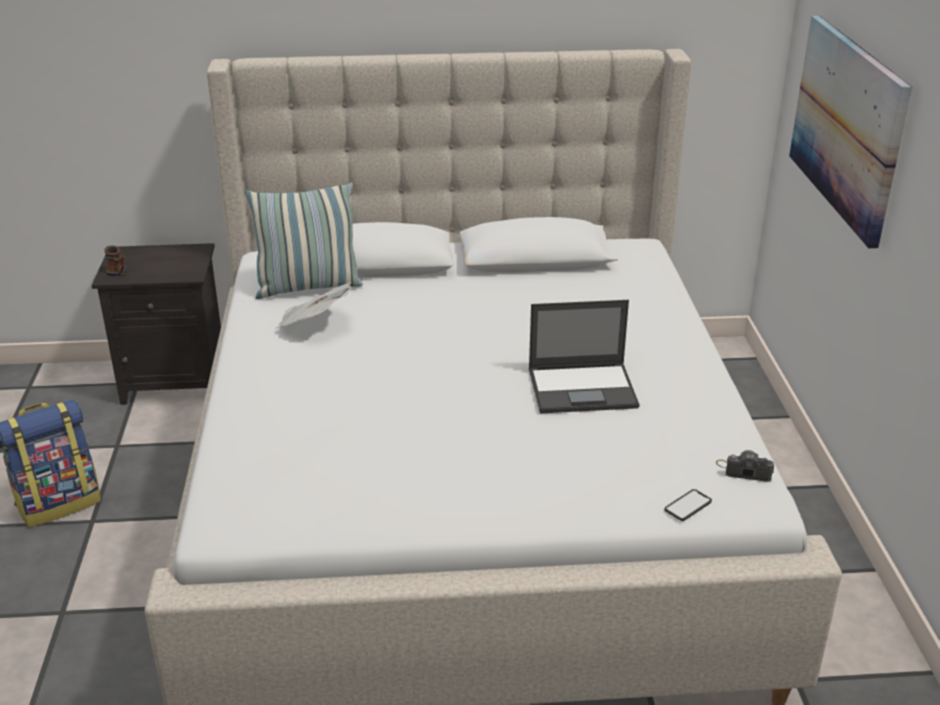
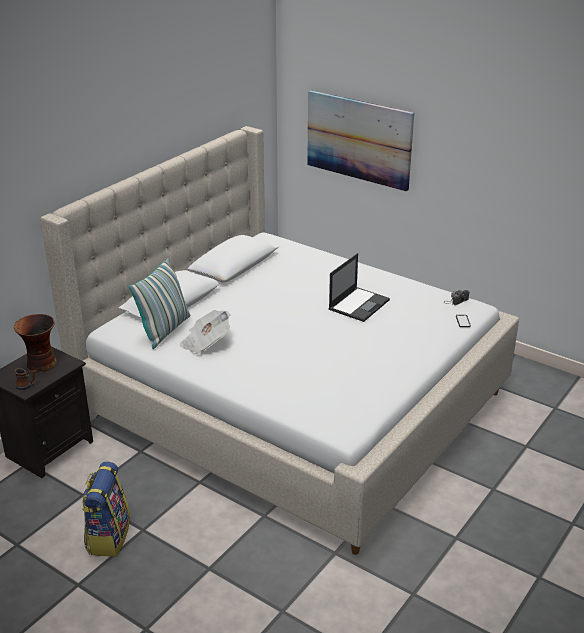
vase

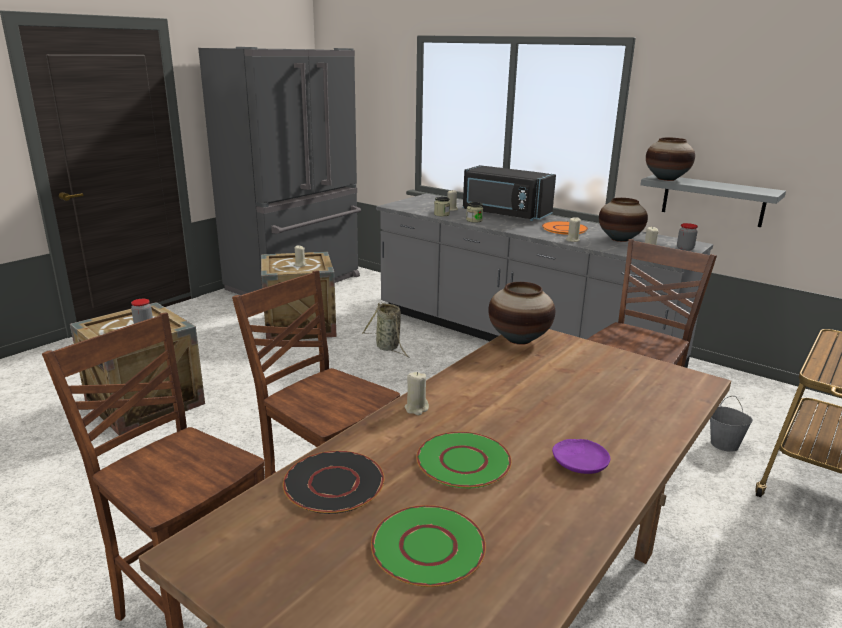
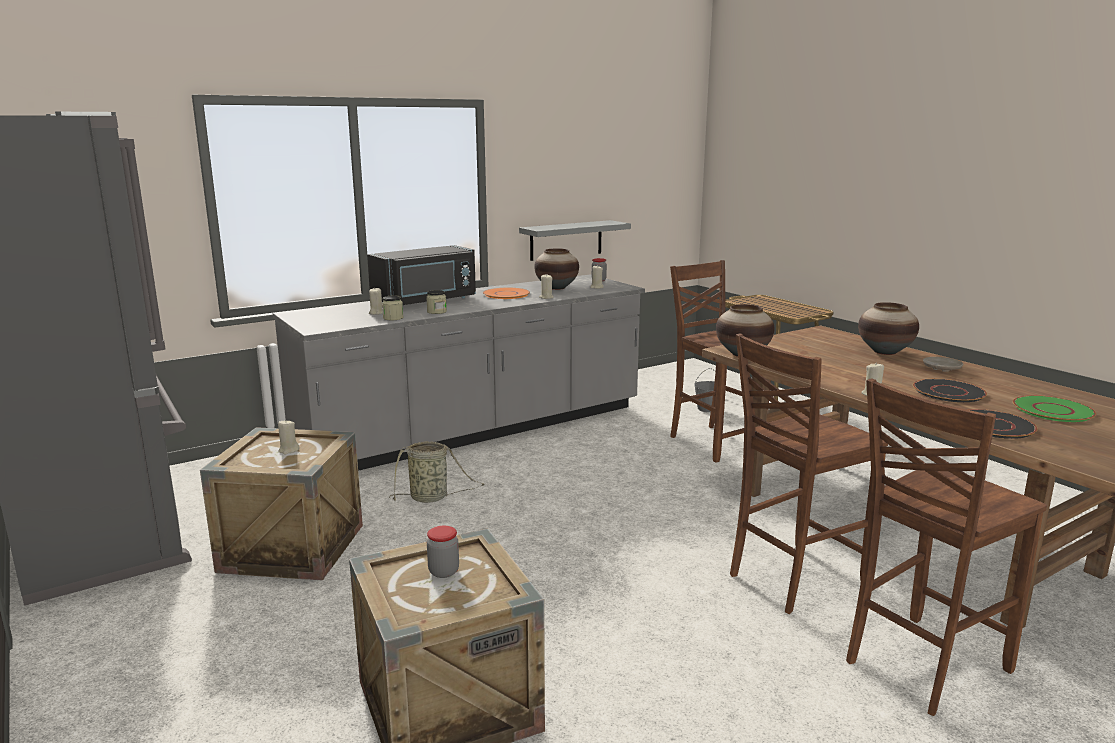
vase (no. 3 from left)
plate (black) (no. 1 from left)
plate (beige)

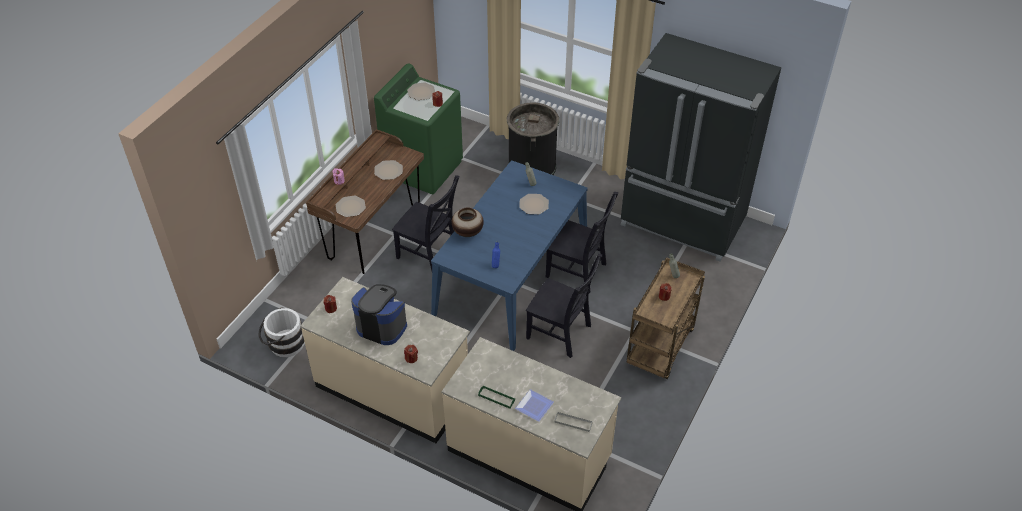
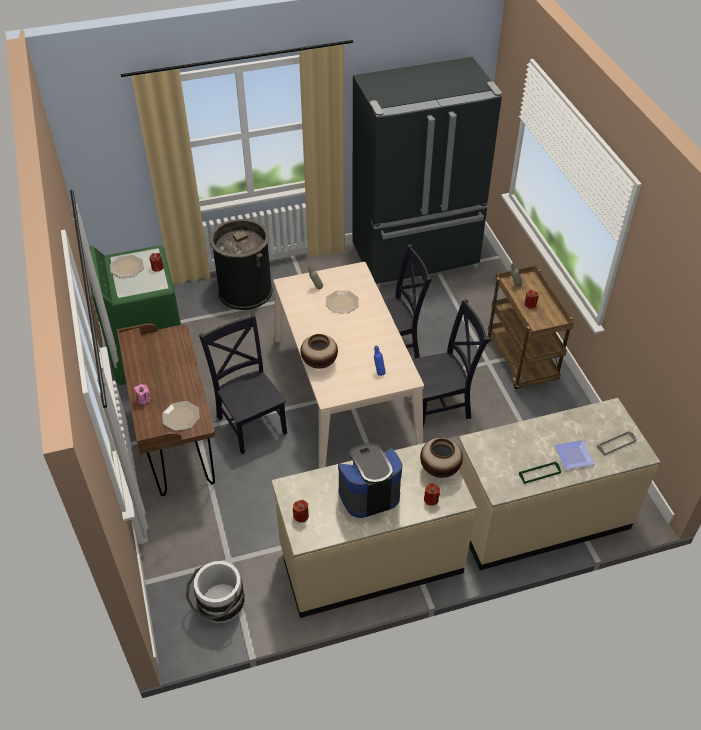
plate (no. 2 from left in the first image)
dining table (beige)
chair (black) (no. 1 from left)
vase (no. 2 from left)

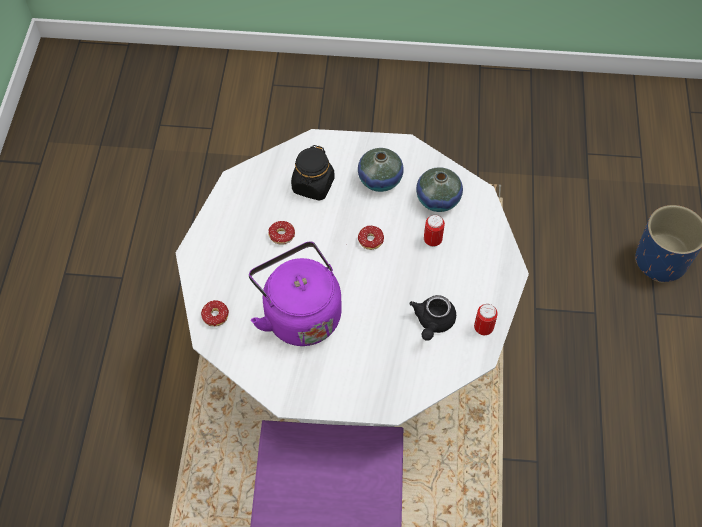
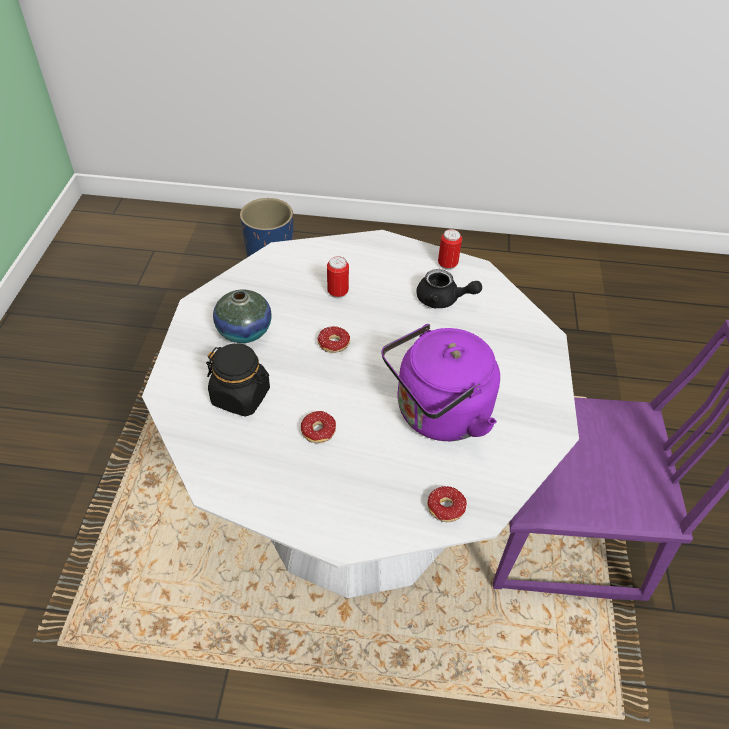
vase (no. 2 from left in the first image)

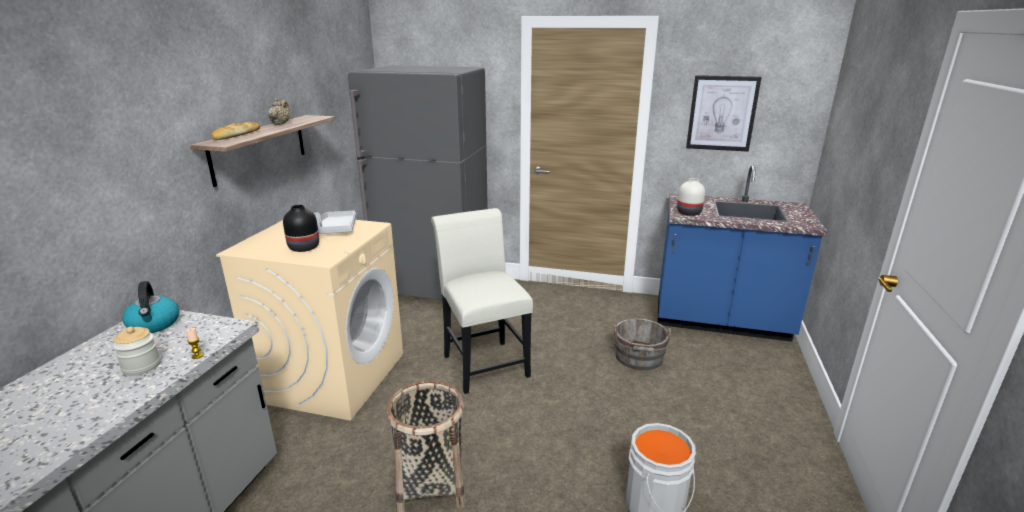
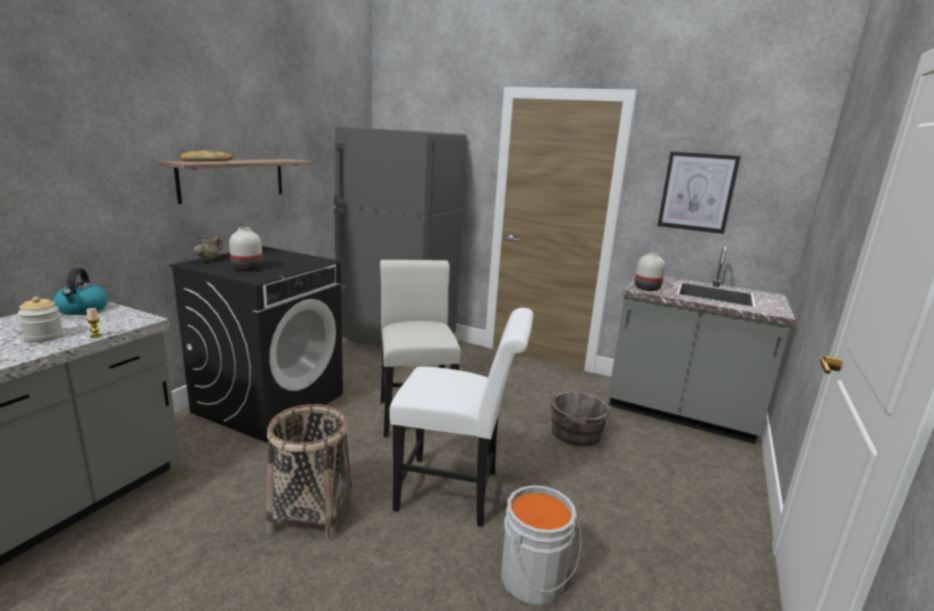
teapot (beige)
counter (grey) (no. 2 from left)
vase (white) (no. 1 from left)
tray (grey)
washing machine (black)
chair (white) (no. 2 from left)

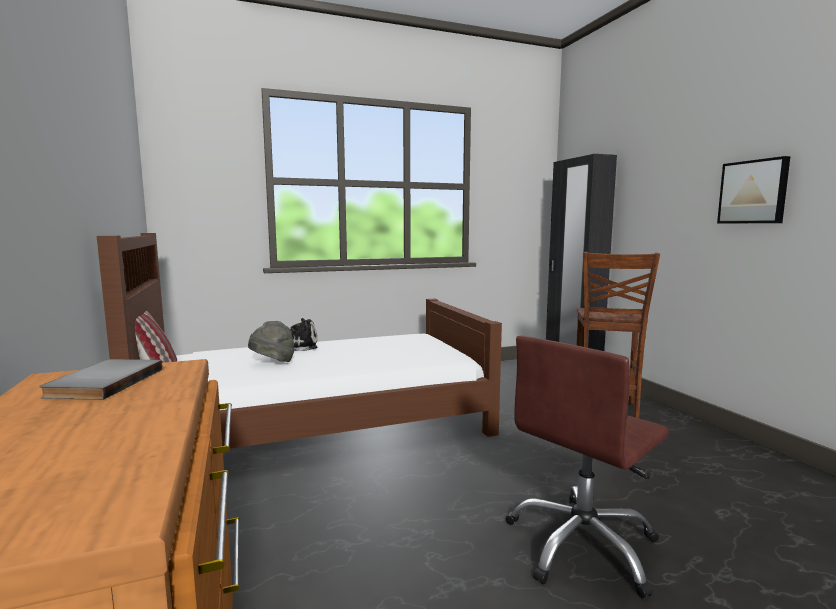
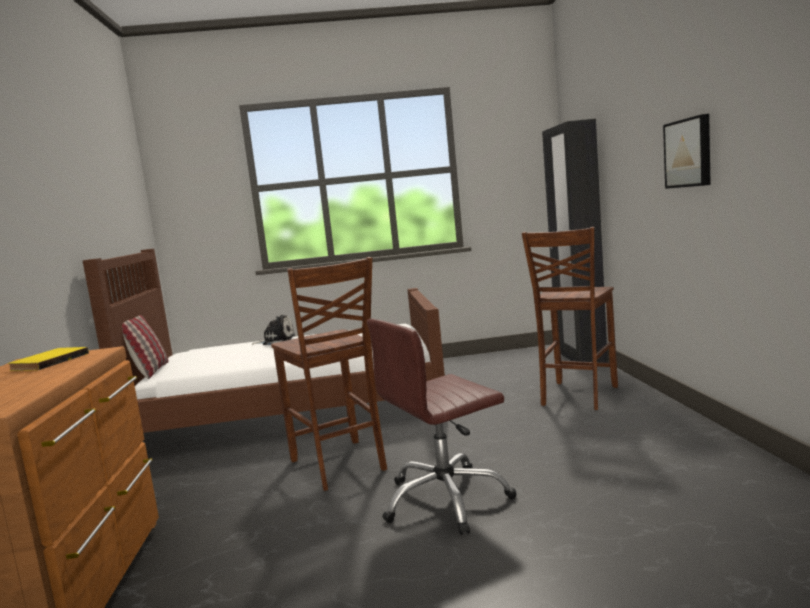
hat (grey)
book (yellow)
chair (brown) (no. 1 from left)

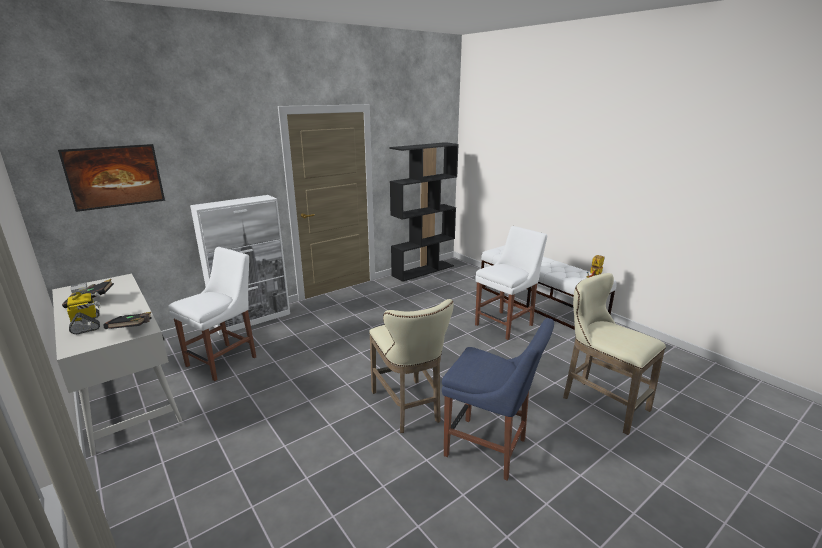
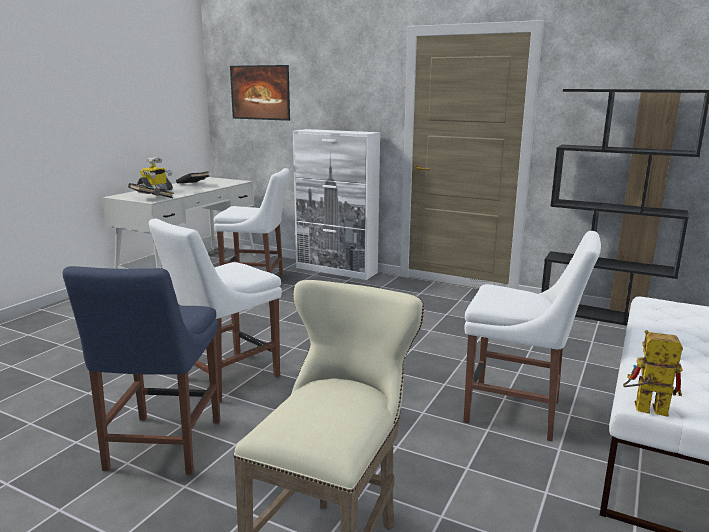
chair (white) (no. 1 from left)

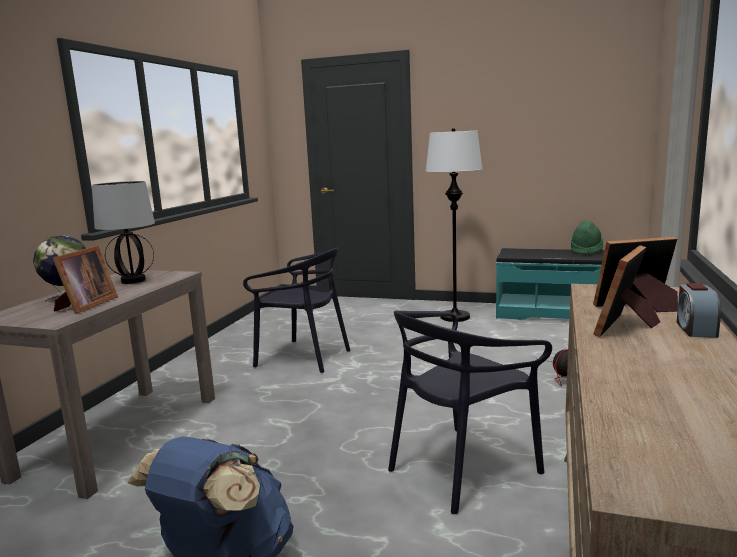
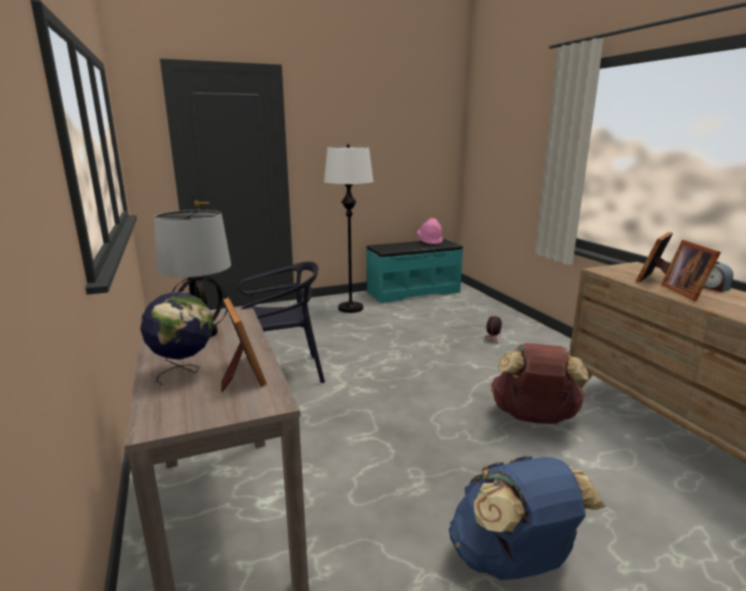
hat (pink)
backpack (brown)

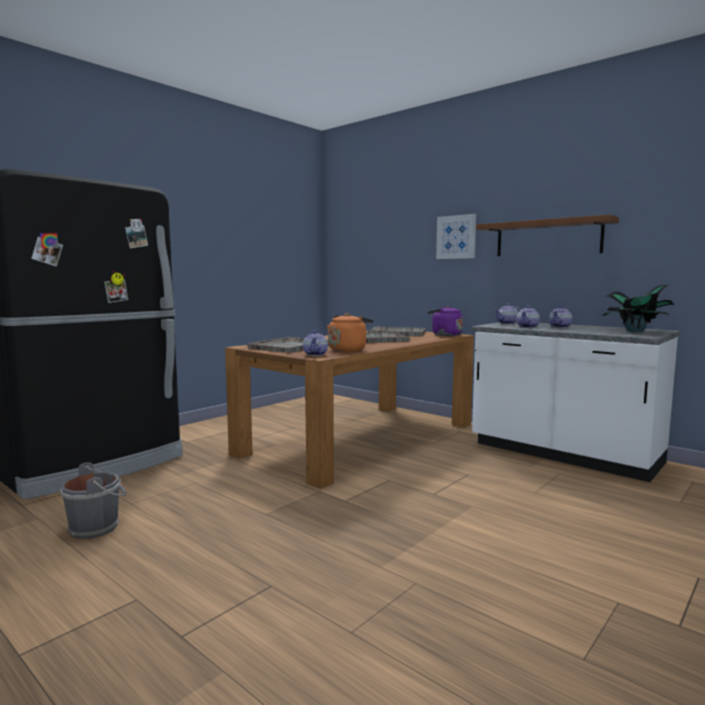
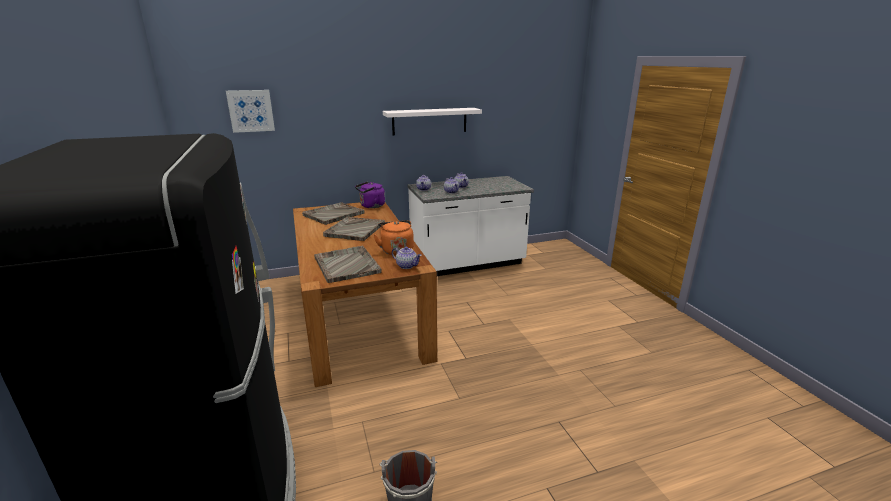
picture
shelf (white)
potted plant

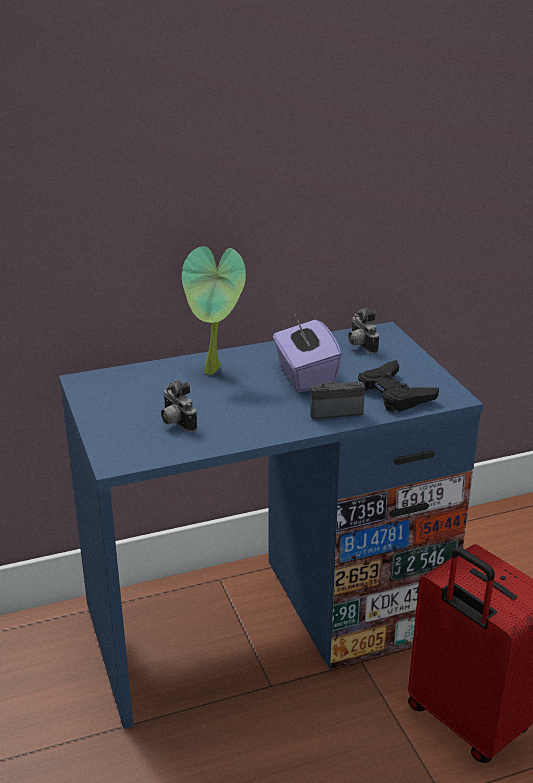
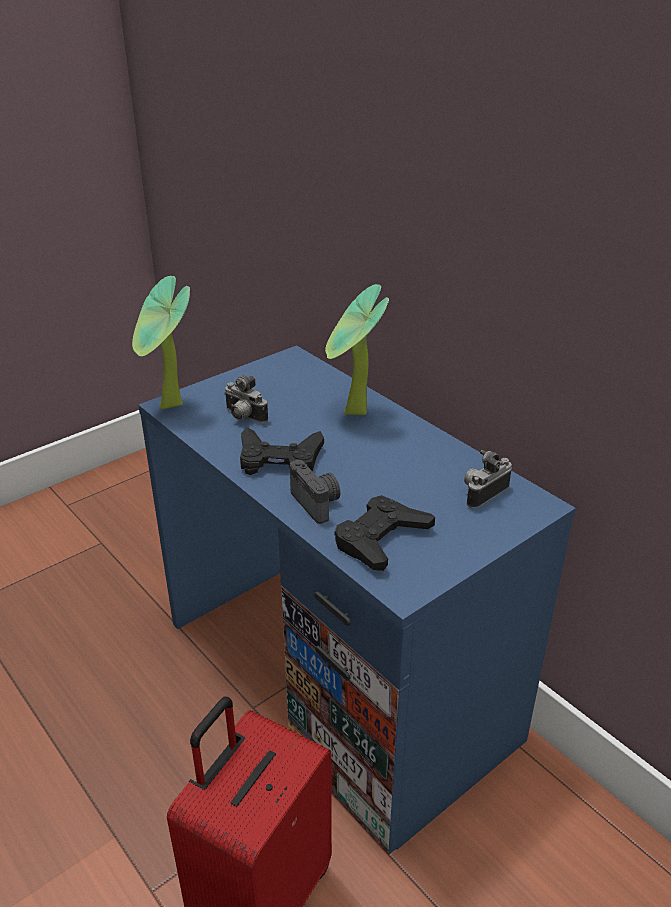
tissue box (purple)
photo camera (no. 1 from left)
potted plant (no. 1 from left)
game controller (black) (no. 1 from left)

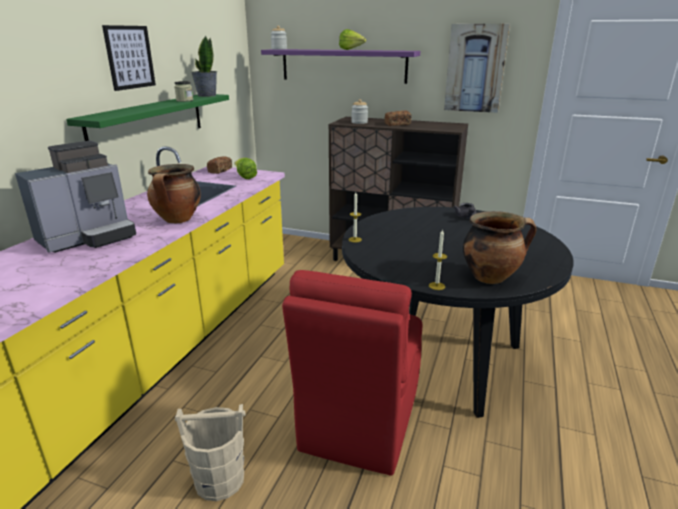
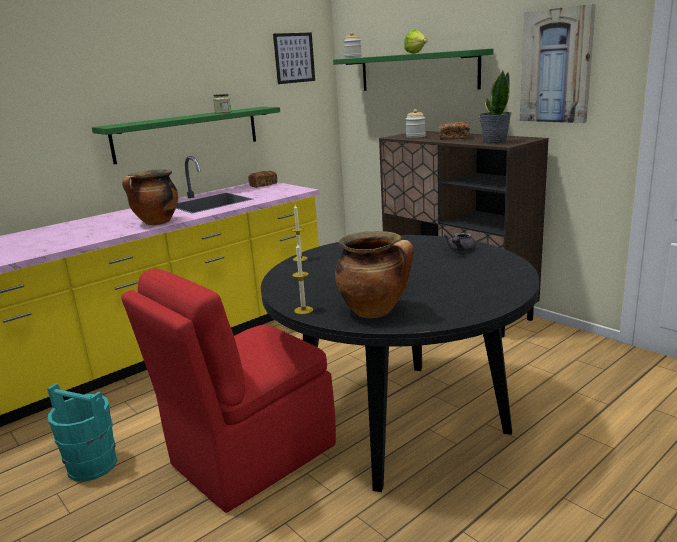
picture (no. 1 from left)
potted plant
shelf (green) (no. 2 from left)
coffee machine
lettuce (no. 1 from left in the first image)
bucket (turquoise)

